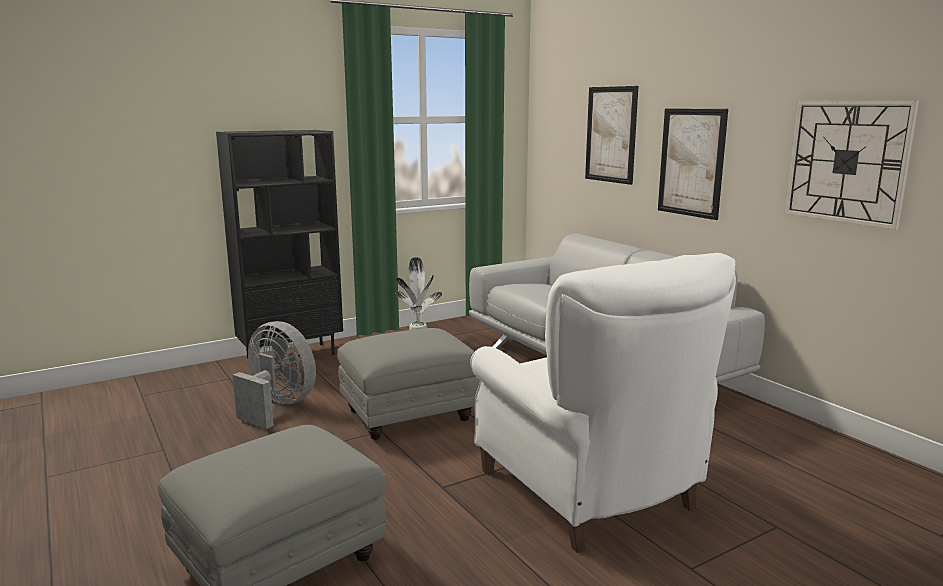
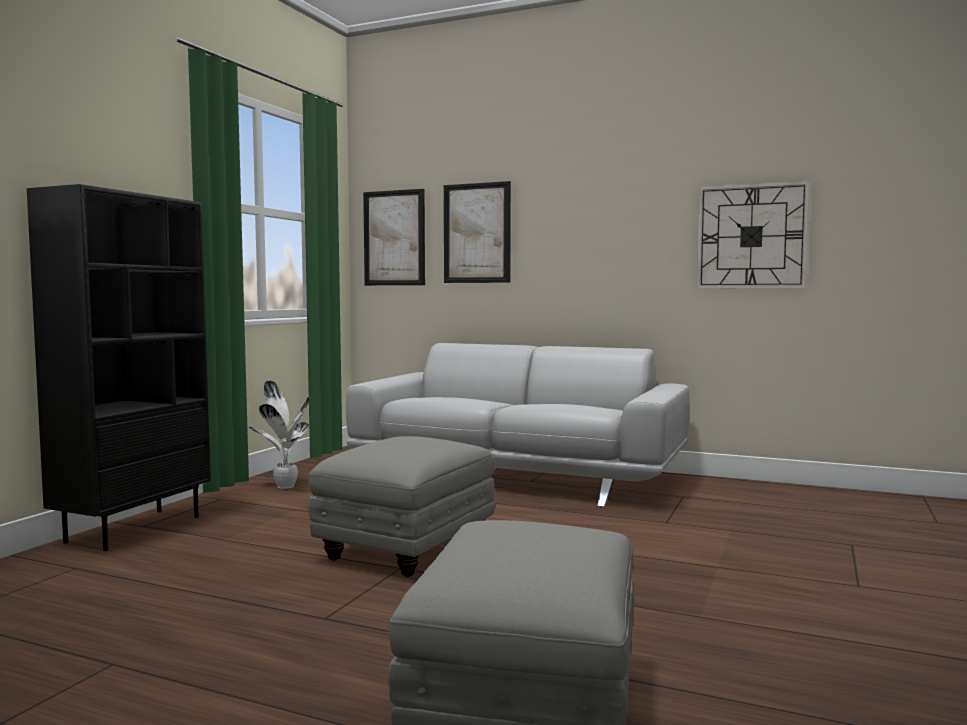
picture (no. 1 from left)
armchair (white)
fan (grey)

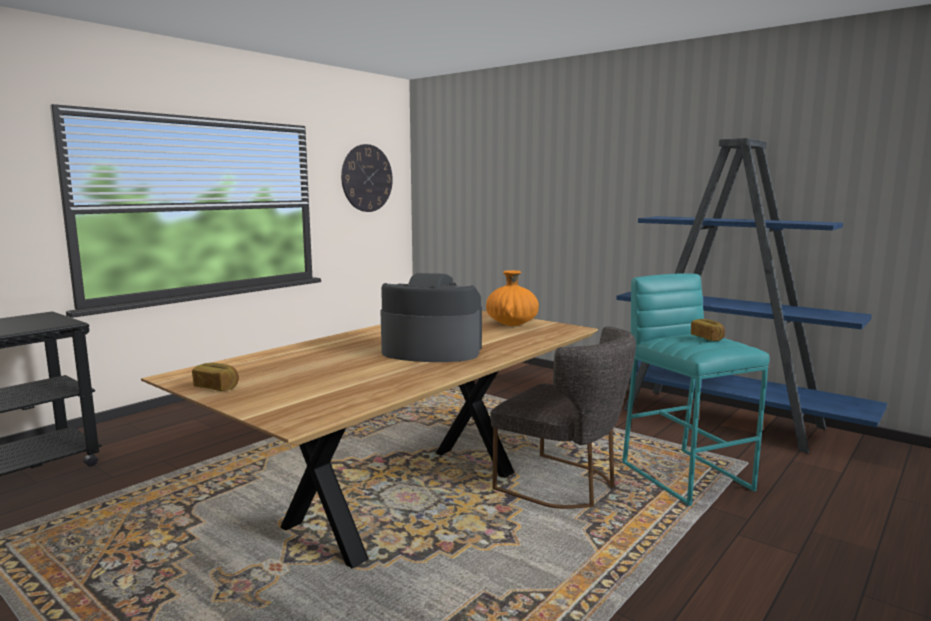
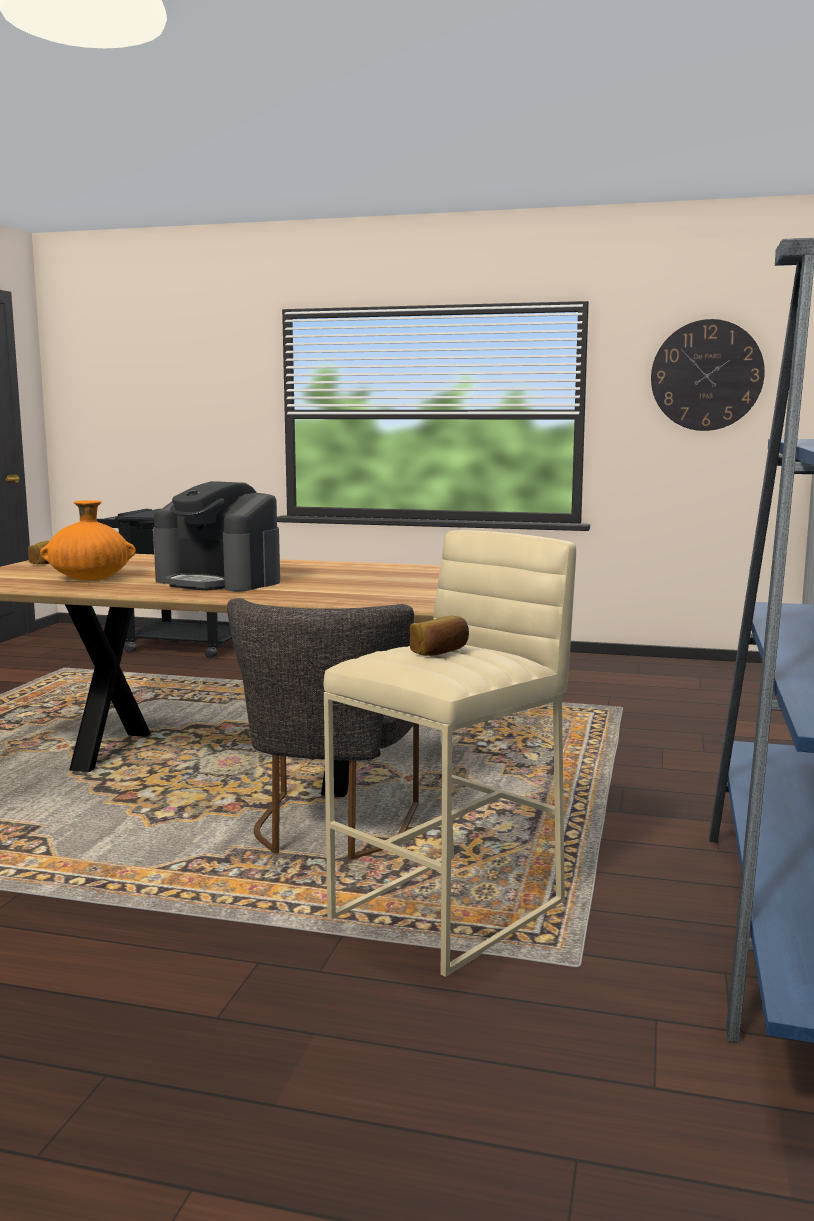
vase (orange)
coffee machine
stool (beige)

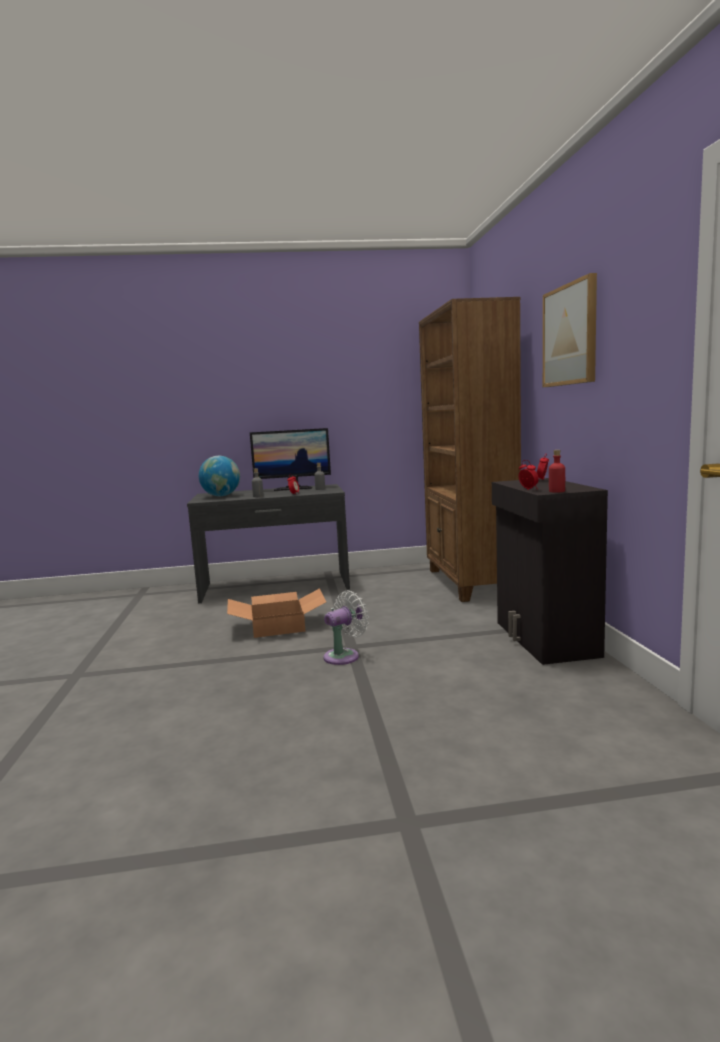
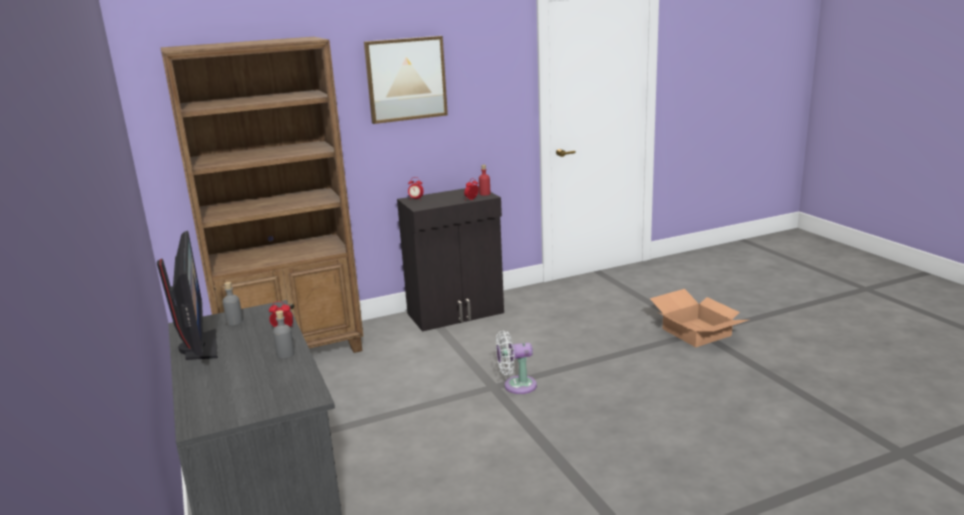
globe
cardboard box
fan (white)

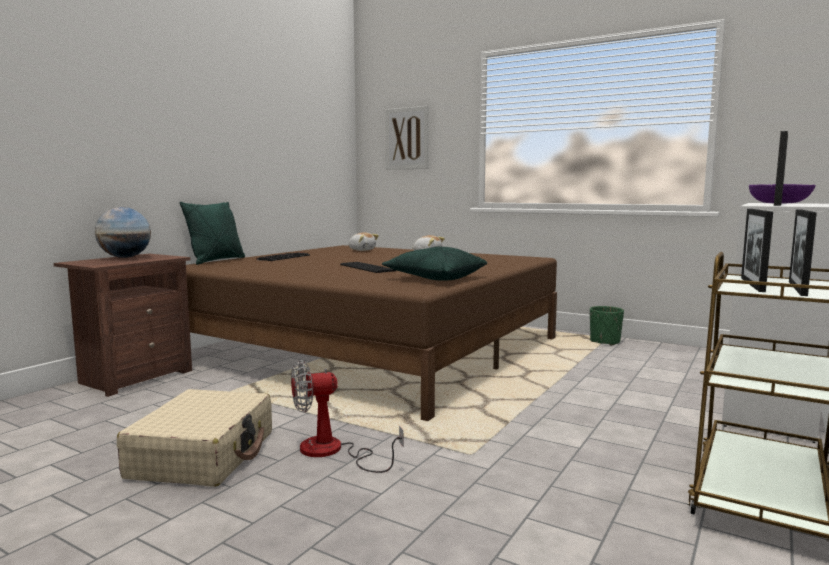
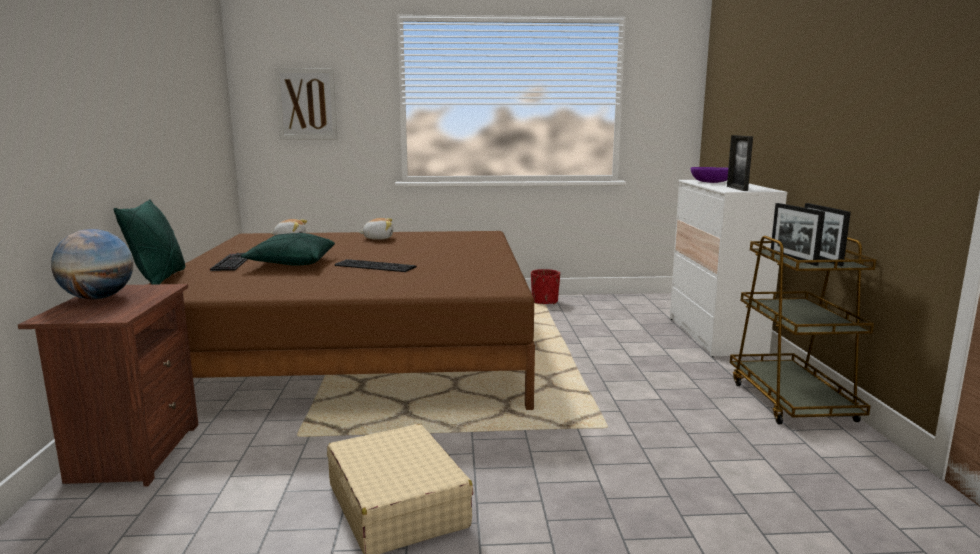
pillow (green) (no. 2 from left)
planter (red)
fan

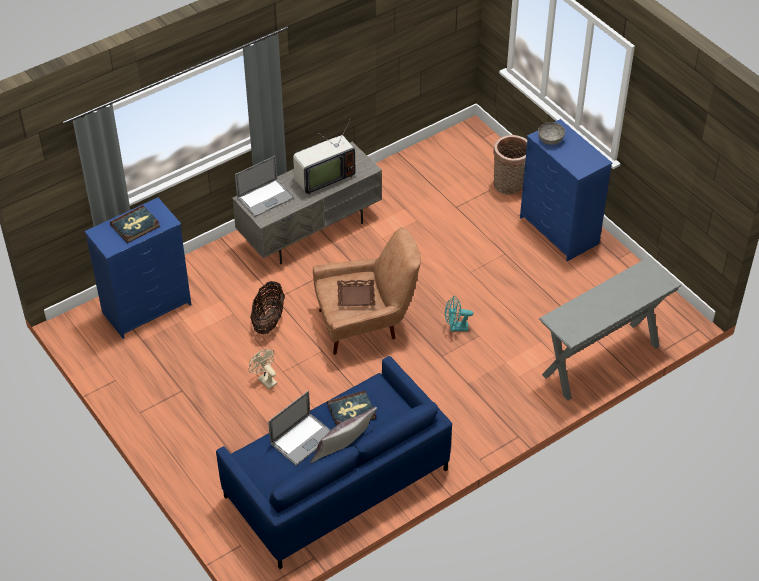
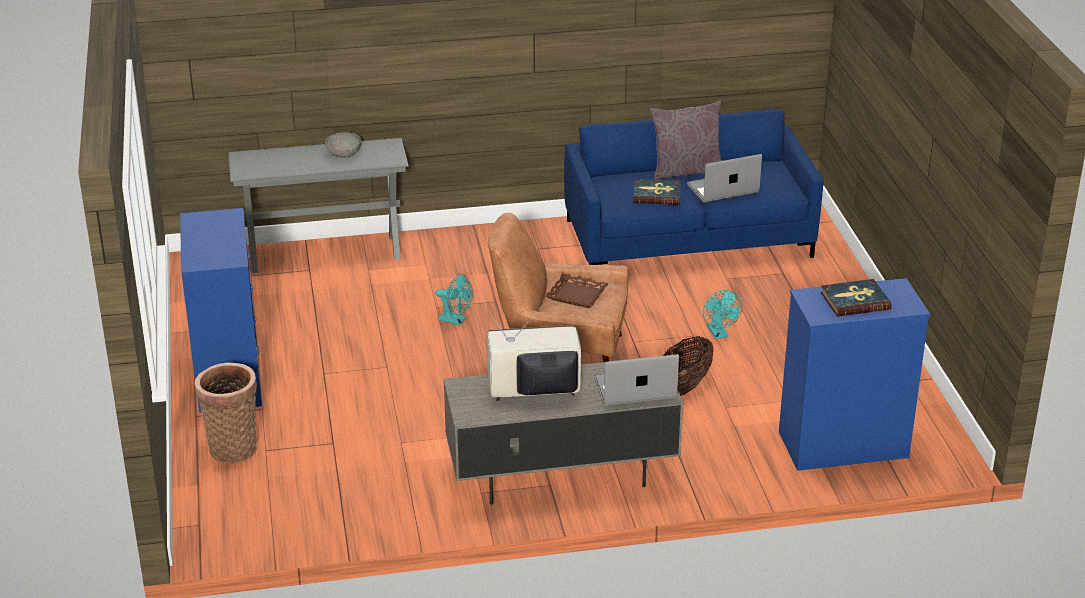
bowl (grey)
fan (turquoise) (no. 2 from left)

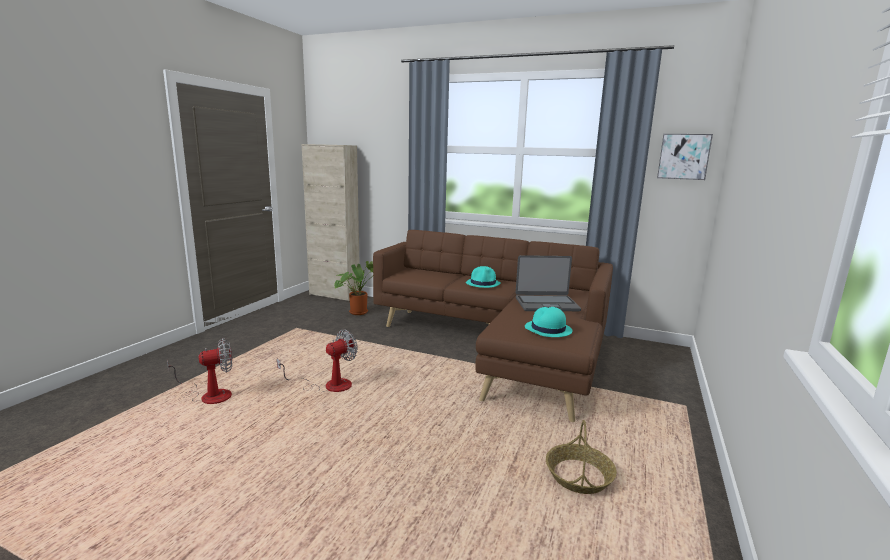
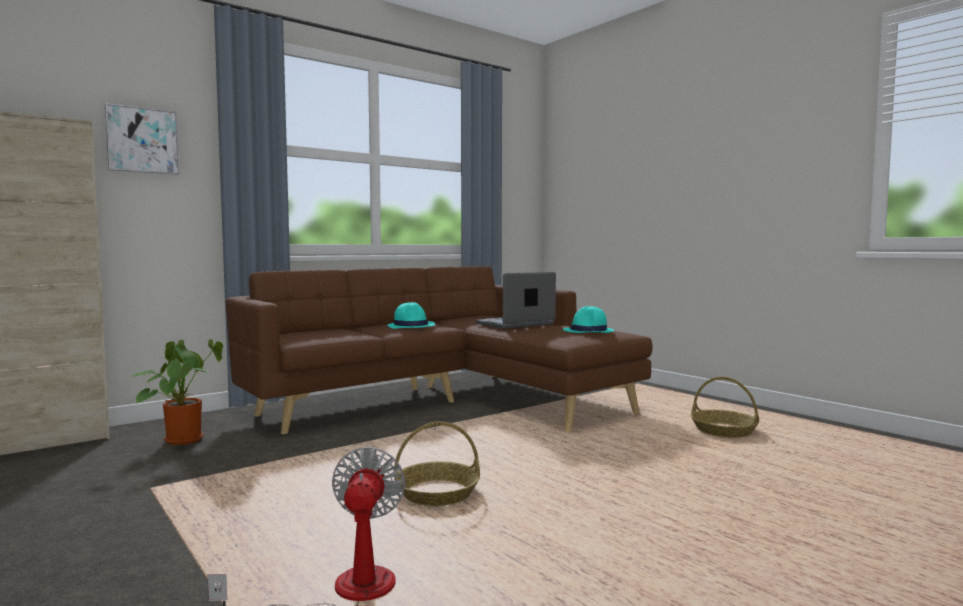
picture
laptop
basket (no. 1 from left)

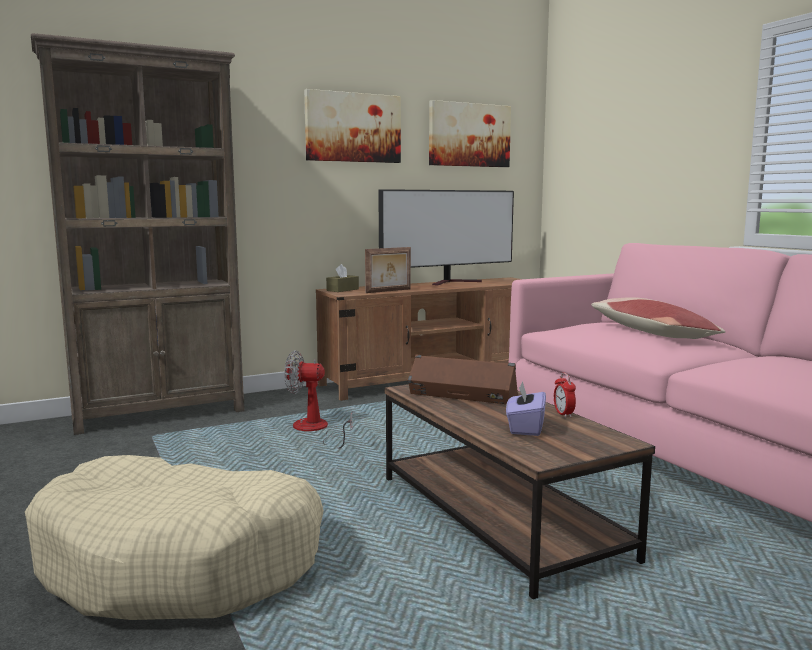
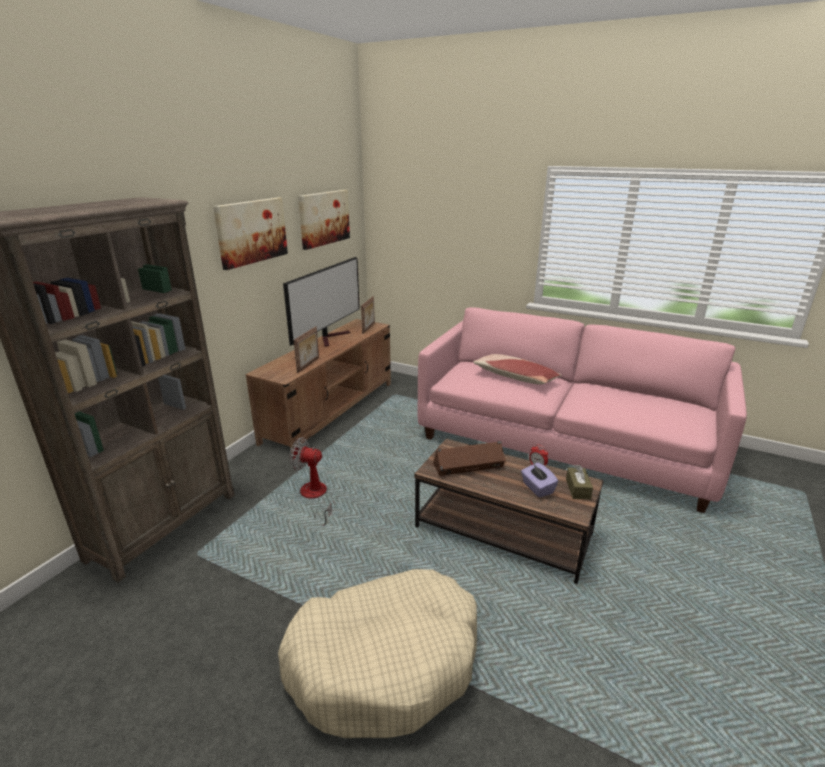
tissue box (brown)
fan
picture frame (no. 2 from left)

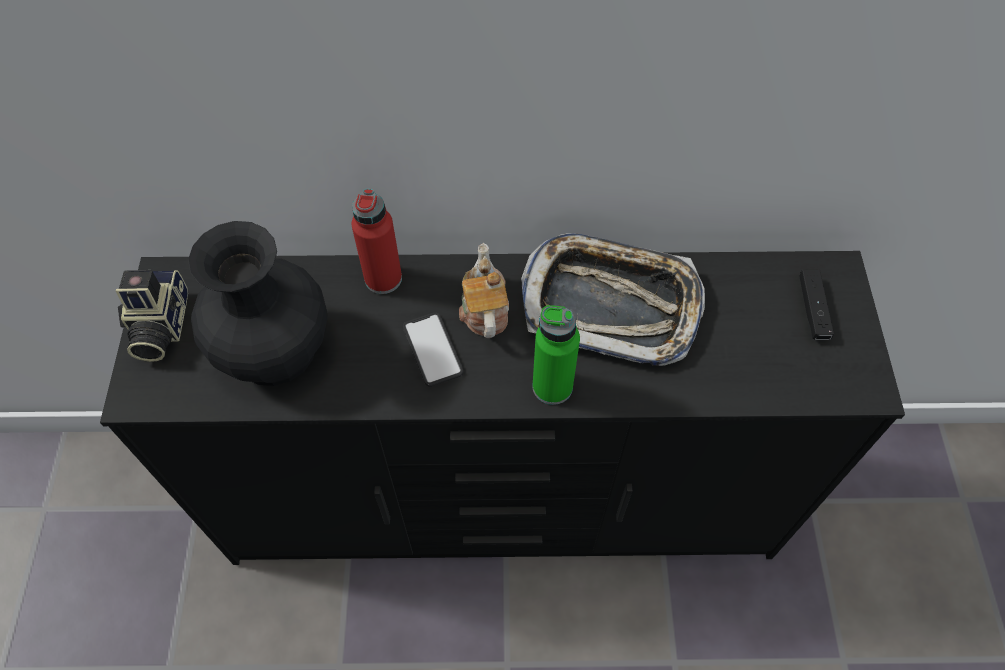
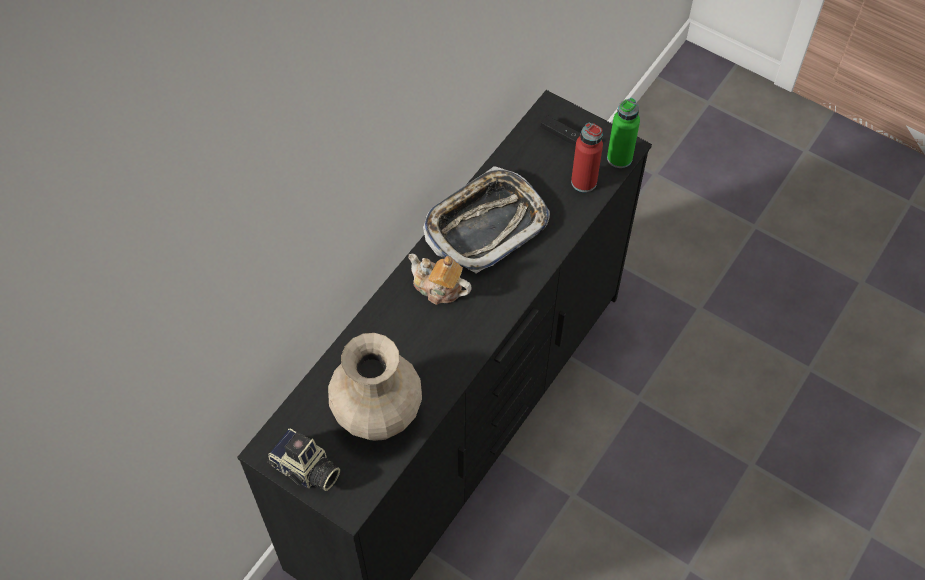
bottle (red)
vase (beige)
bottle (green)
phone

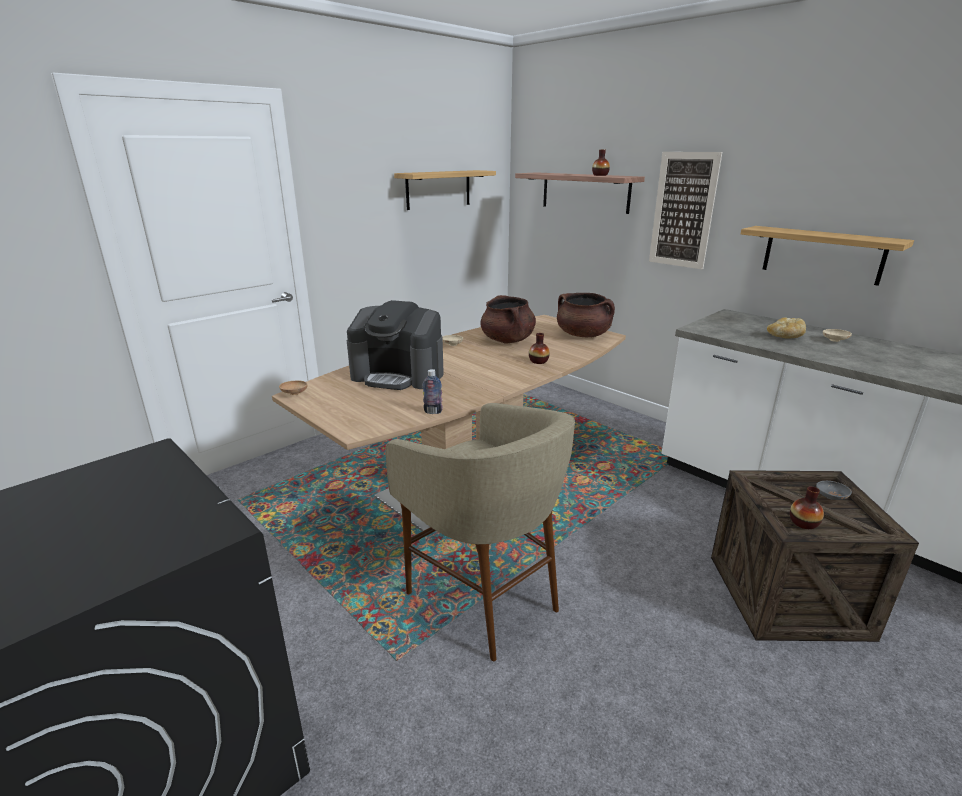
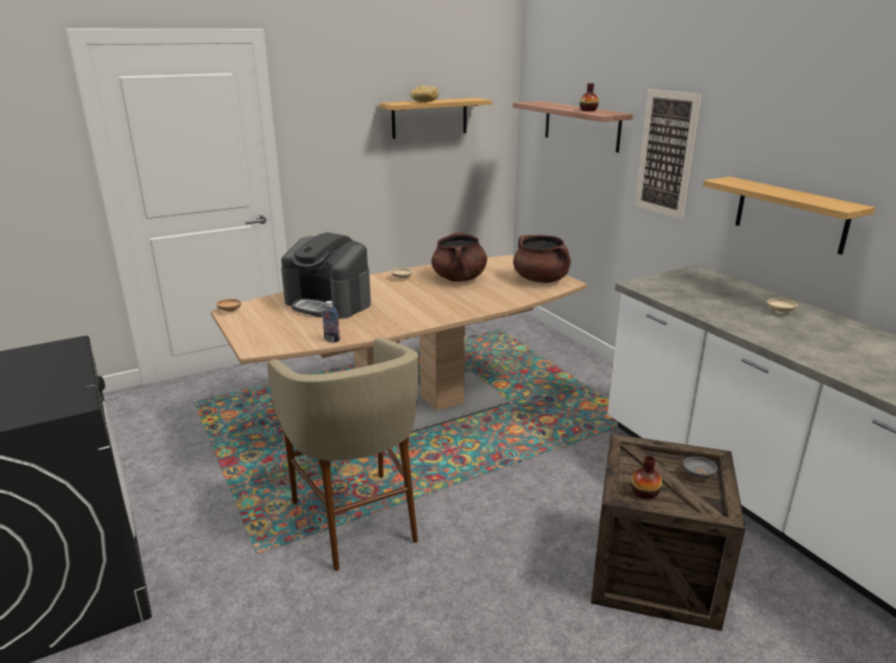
bread
vase (no. 1 from left in the first image)

